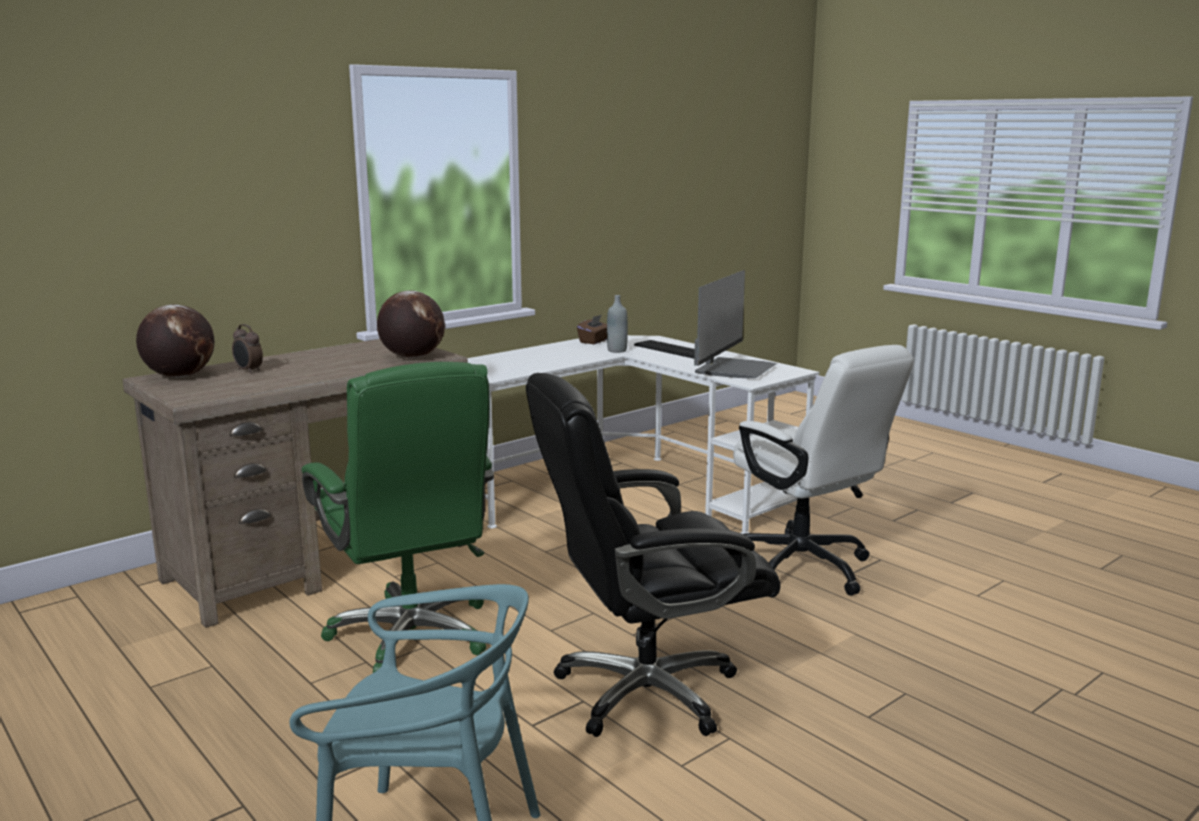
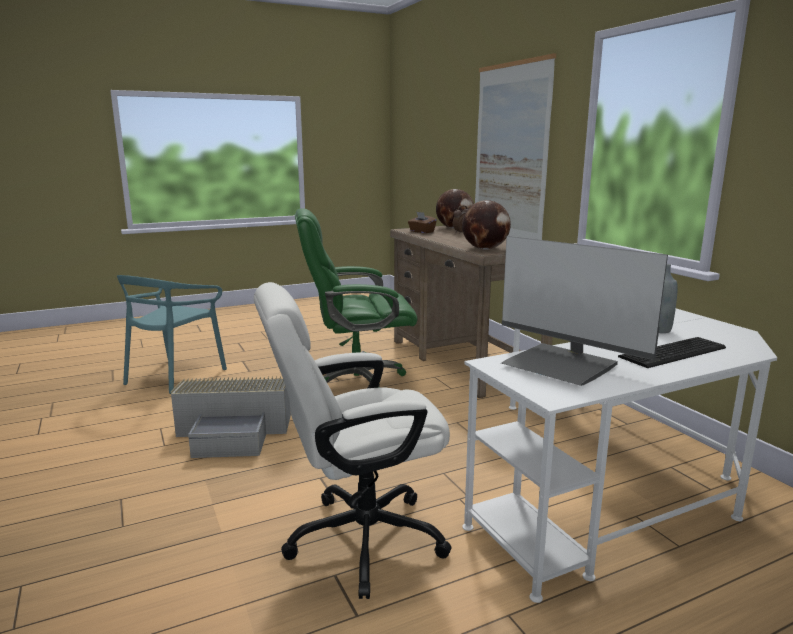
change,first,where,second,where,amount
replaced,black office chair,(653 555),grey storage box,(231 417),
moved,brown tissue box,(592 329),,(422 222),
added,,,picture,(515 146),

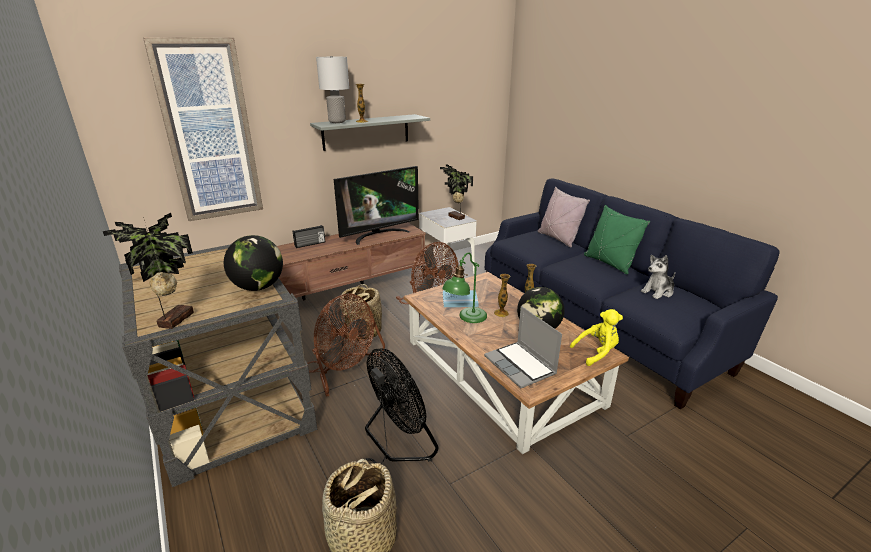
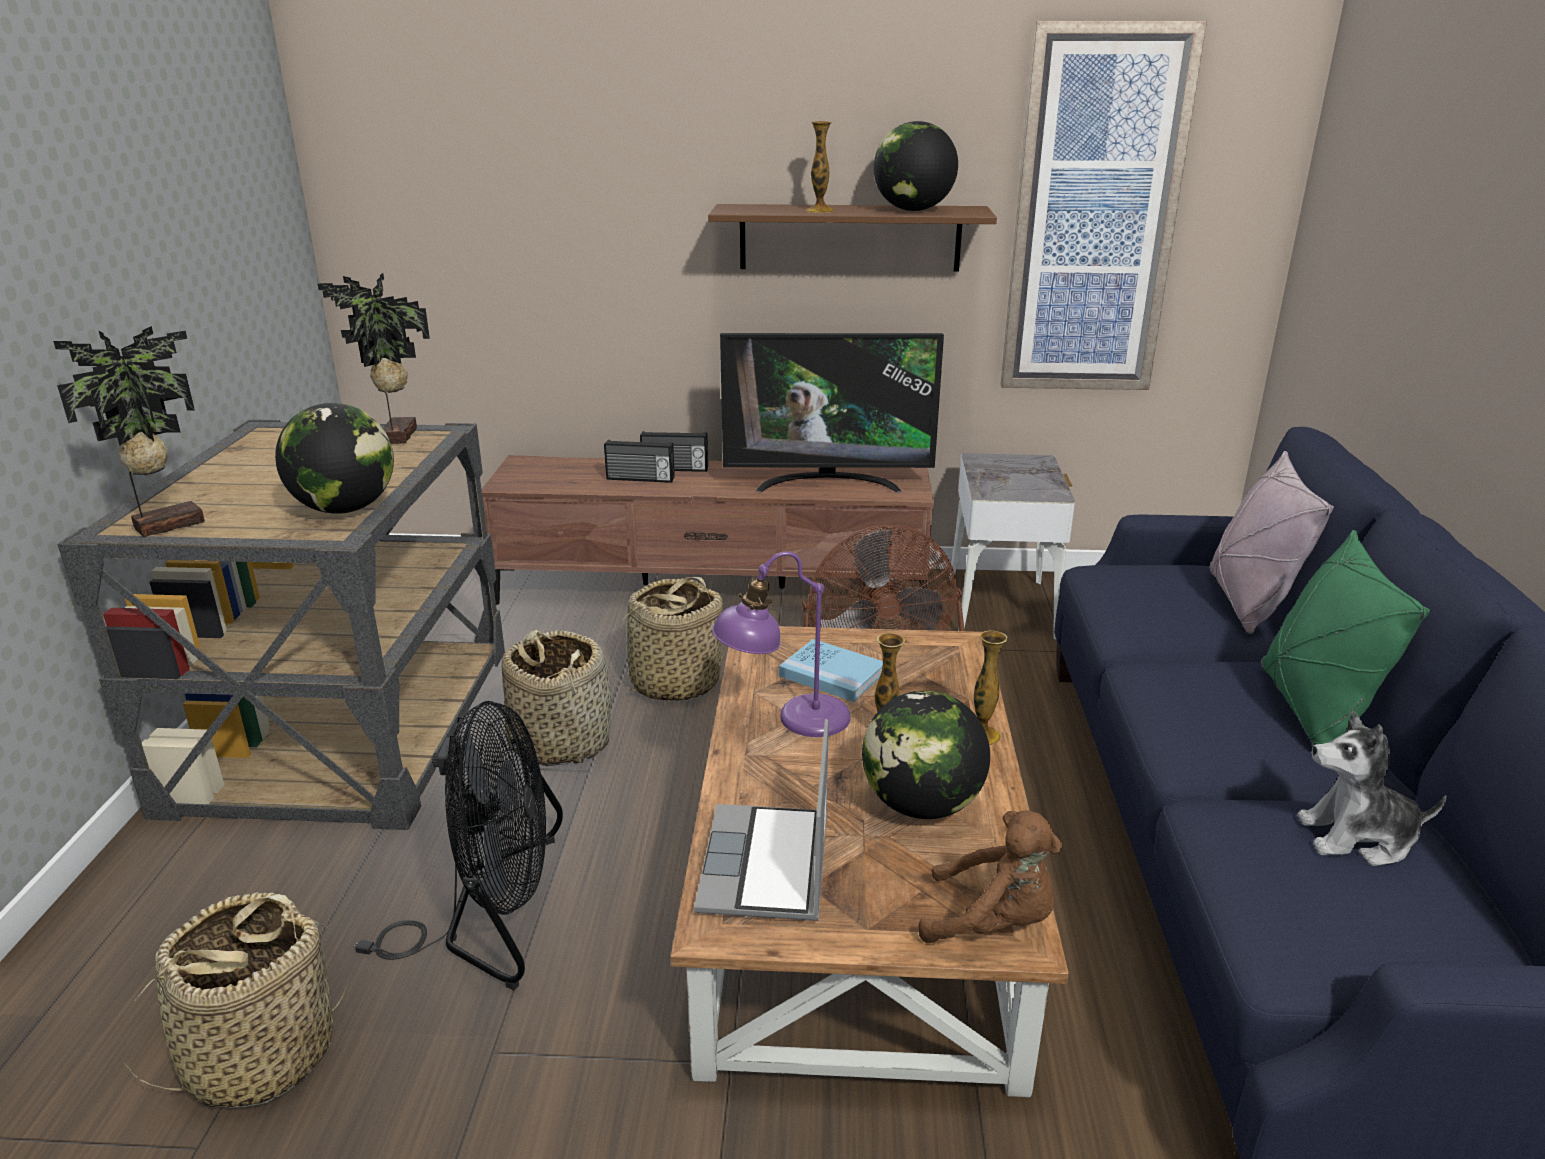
change,first,where,second,where,amount
moved,potted plant,(456 192),,(373 358),
replaced,brown fan,(346 345),basket,(556 698),
added,,,radio,(639 461),
recoloured,grey shelf,(370 132),brown shelf,(852 238),
recoloured,green table lamp,(464 287),purple table lamp,(781 644),
added,,,globe,(916 166),
recoloured,yellow plush toy,(596 337),brown plush toy,(990 876),
moved,picture,(203 129),,(1103 205),
removed,grey table lamp,(332 89),,,

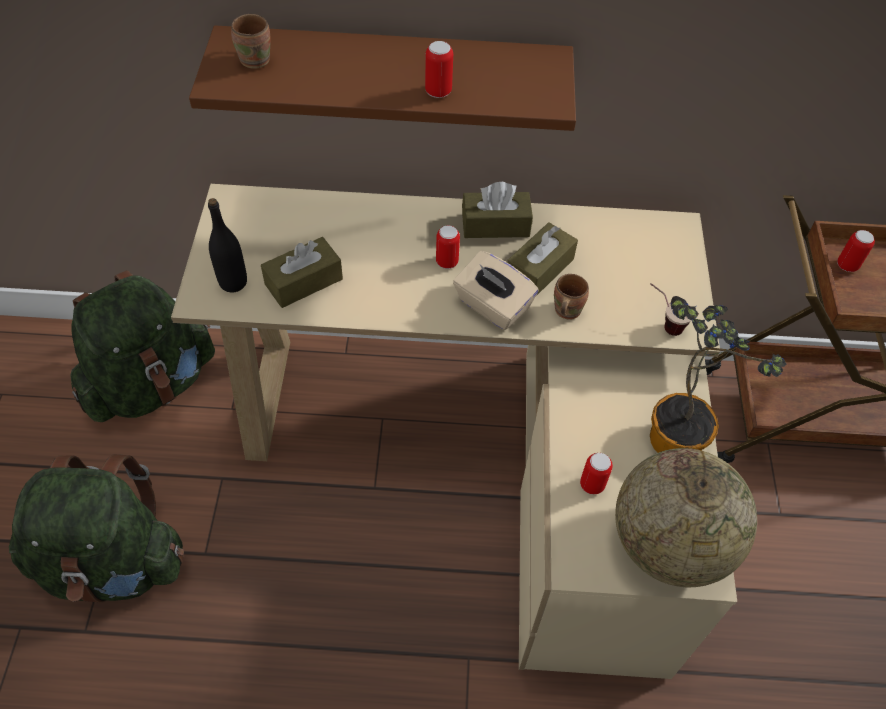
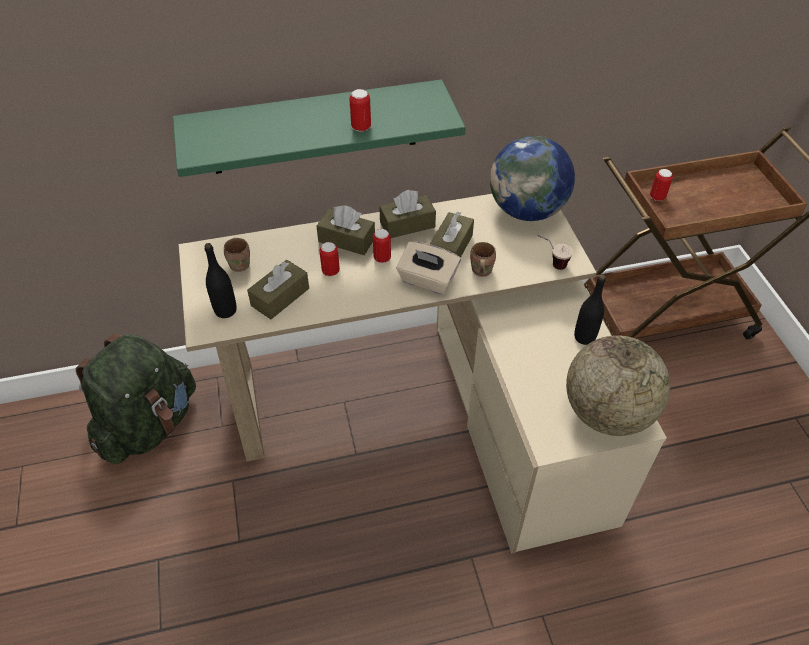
change,first,where,second,where,amount
recoloured,brown shelf,(382 78),green shelf,(319 128),
moved,brown mug,(251 41),,(237 255),
added,,,brown tissue box,(345 230),
moved,can,(596 473),,(329 259),
added,,,globe,(532 178),
replaced,potted plant,(718 374),black bottle,(589 309),
removed,green backpack,(96 528),,,

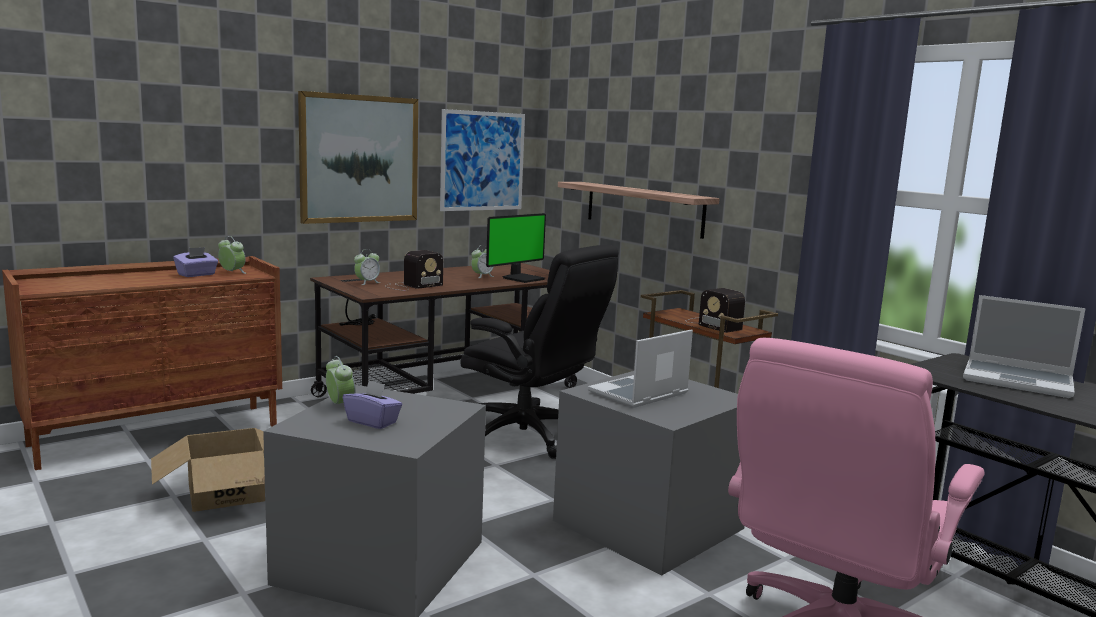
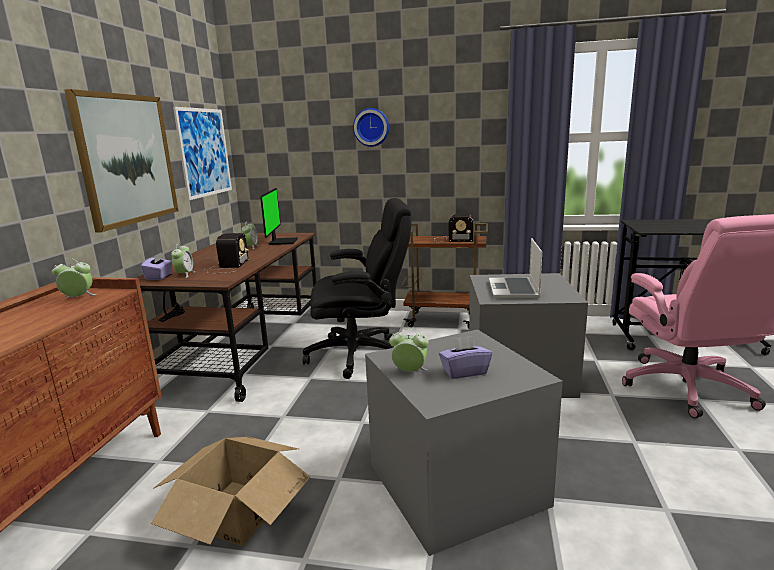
change,first,where,second,where,amount
moved,purple tissue box,(195 262),,(156 266),
added,,,wall clock,(371 127),
removed,shelf,(639 210),,,
removed,laptop,(1024 346),,,

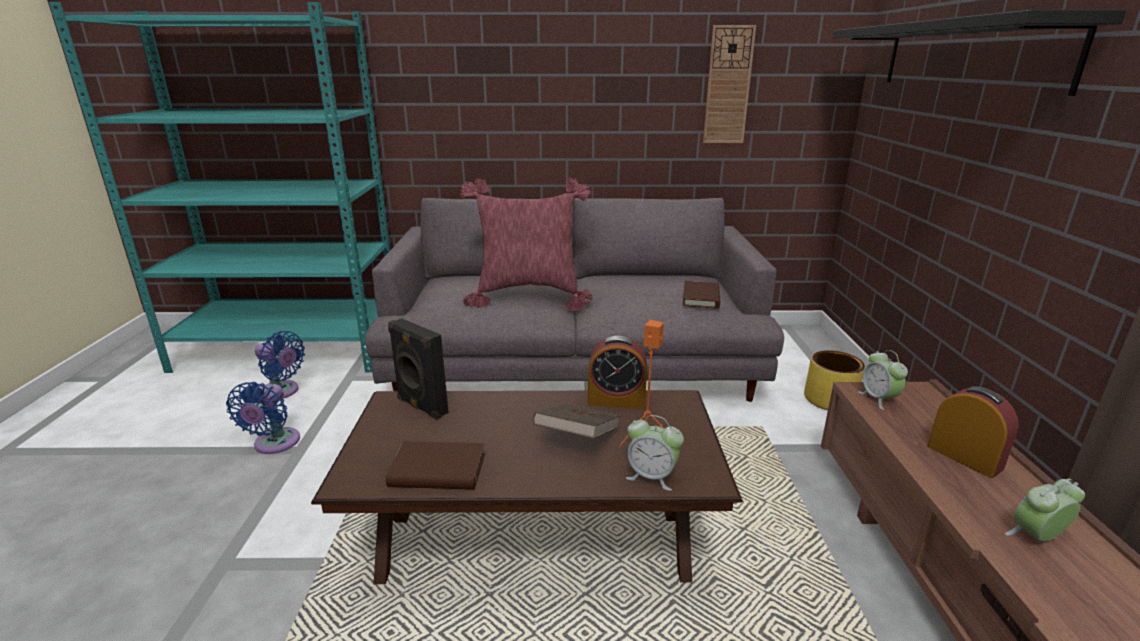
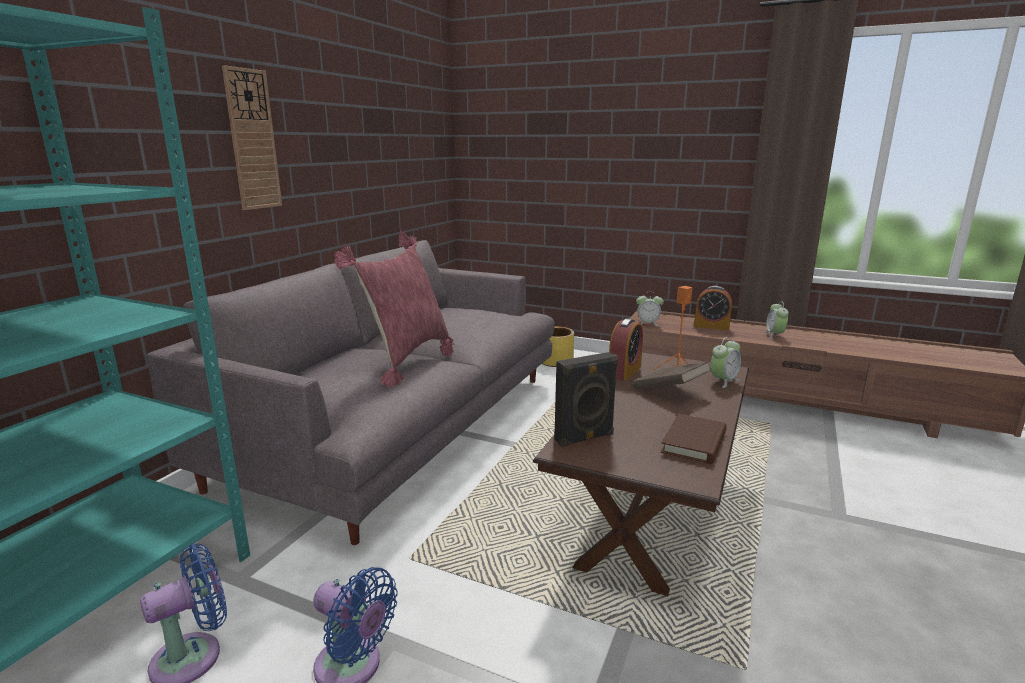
change,first,where,second,where,amount
moved,wall clock,(729 84),,(252 137),
turned,alarm clock,(973 432),,(713 308),150 degrees counterclockwise
removed,brown book,(701 295),,,
removed,black shelf,(979 53),,,

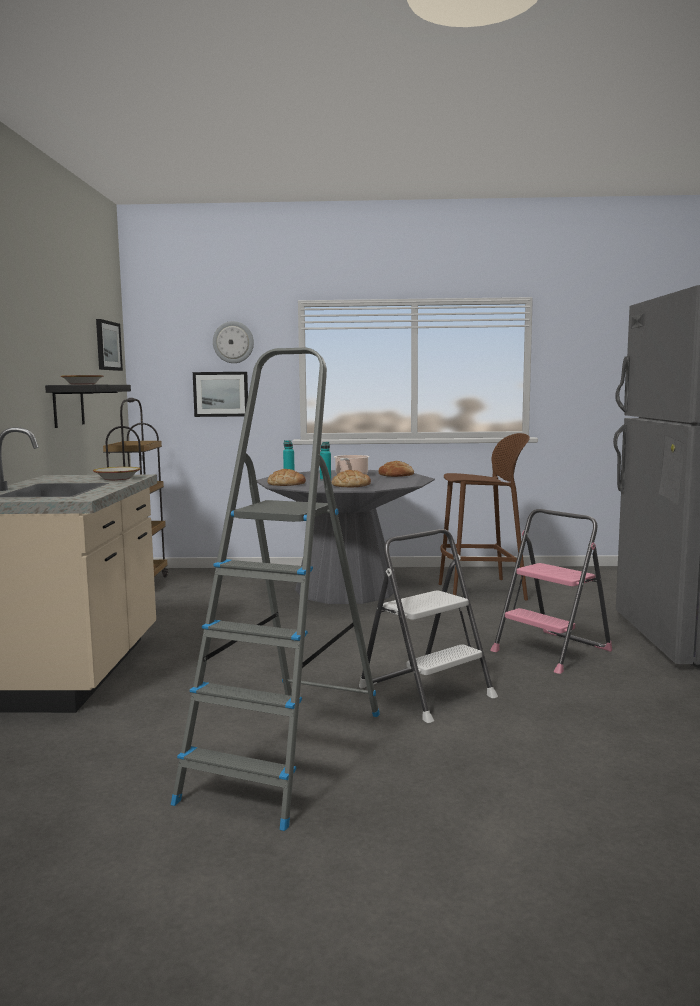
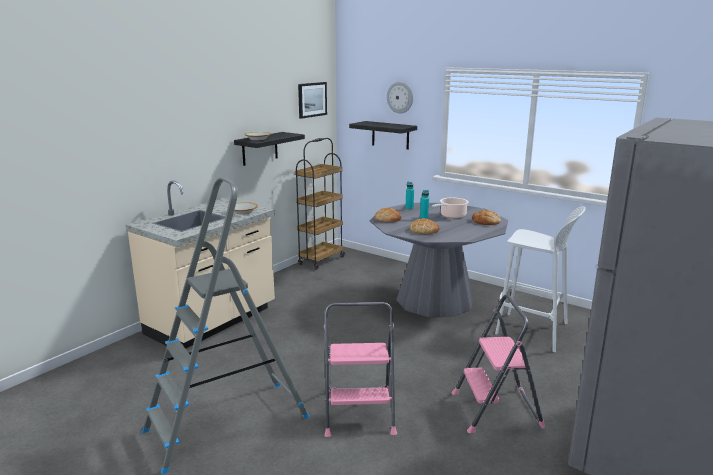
change,first,where,second,where,amount
recoloured,white step ladder,(428 626),pink step ladder,(360 369),
replaced,picture,(220 394),black shelf,(383 135),
recoloured,brown stool,(484 517),white stool,(540 279),

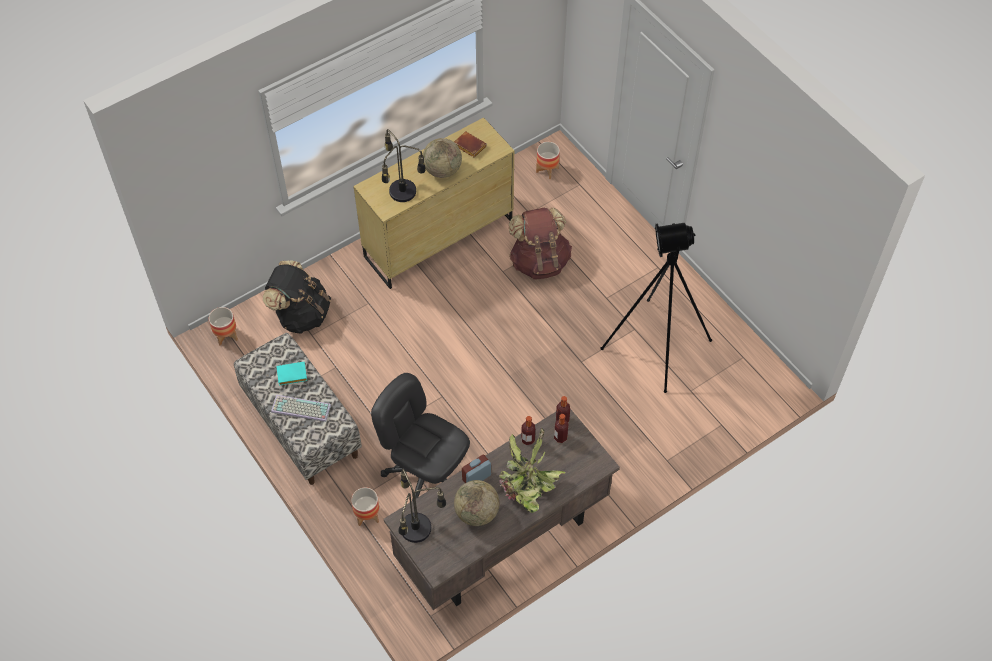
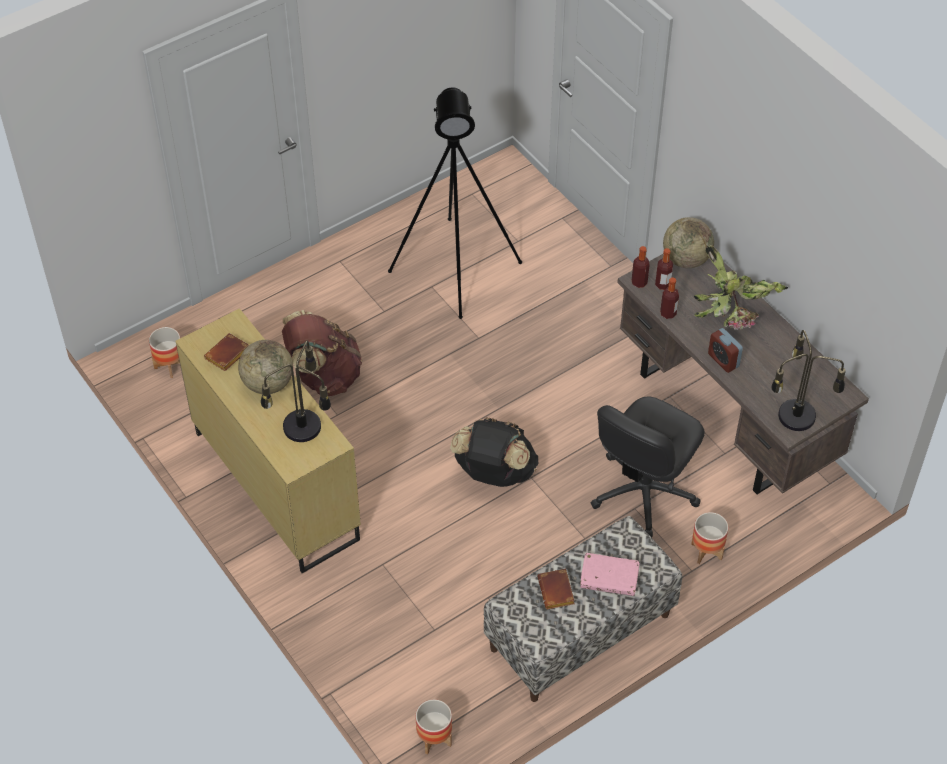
change,first,where,second,where,amount
moved,black backpack,(297 297),,(494 452),
recoloured,turquoise book,(291 374),brown book,(556 588),
replaced,keyboard,(301 408),pink book,(610 574),
moved,globe,(477 503),,(688 242),

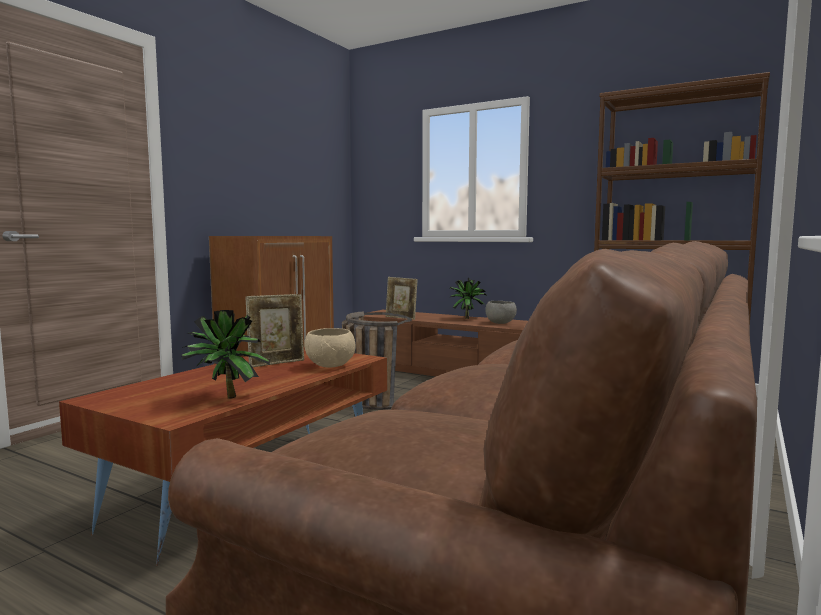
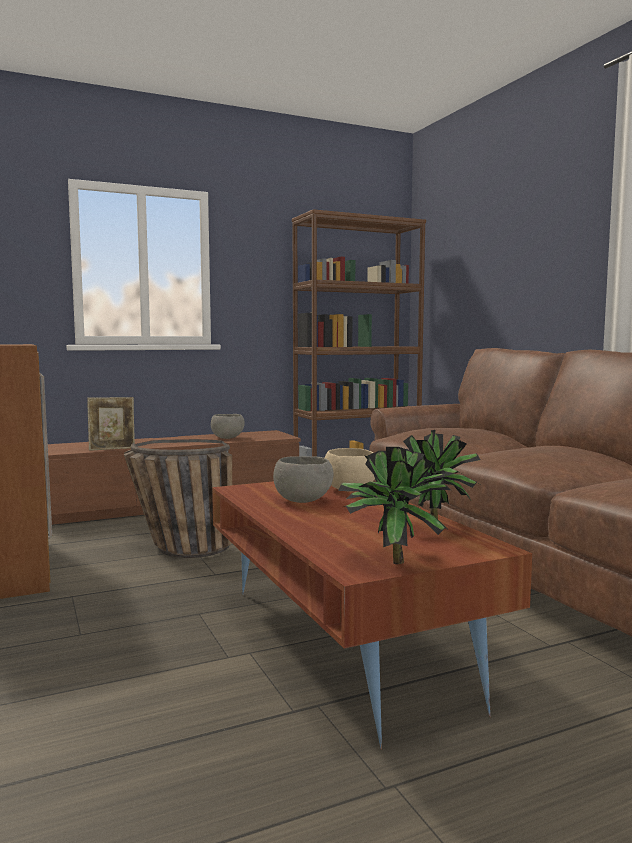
change,first,where,second,where,amount
replaced,picture frame,(275 330),grey bowl,(303 479),
moved,potted plant,(467 298),,(394 505),

